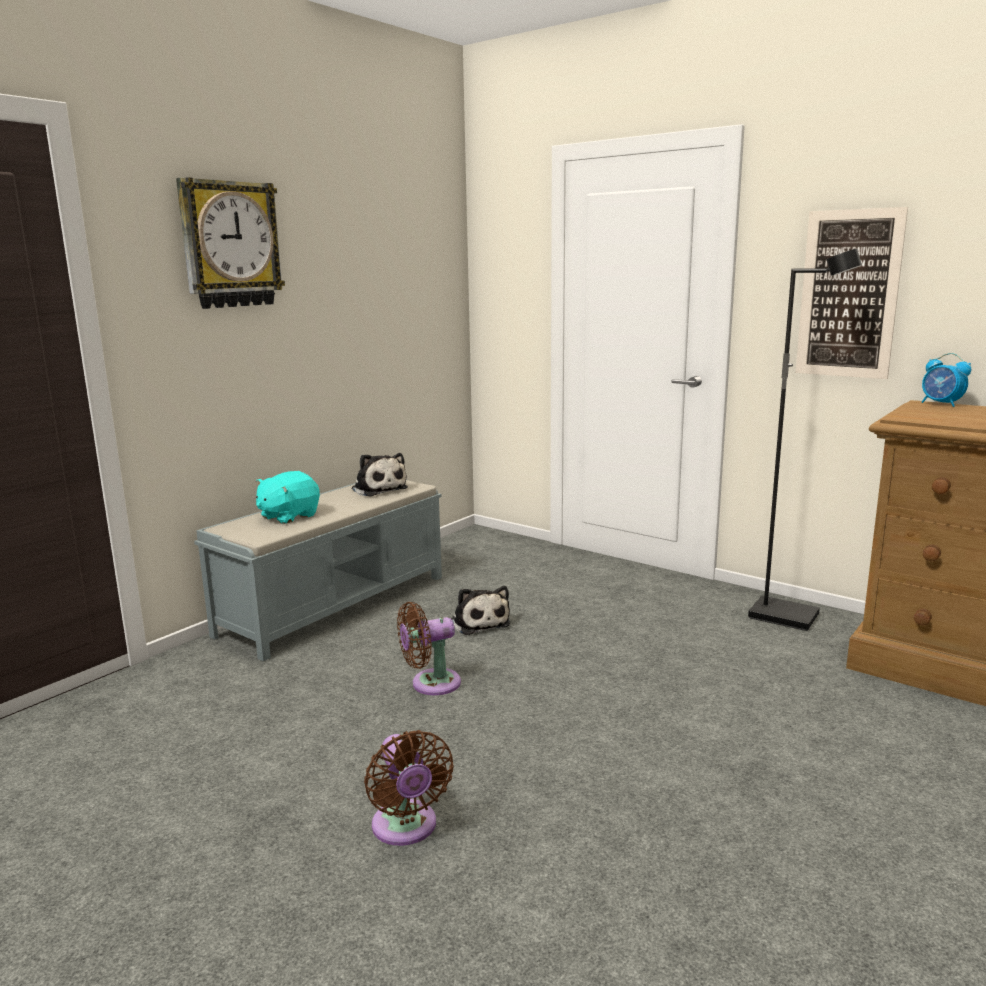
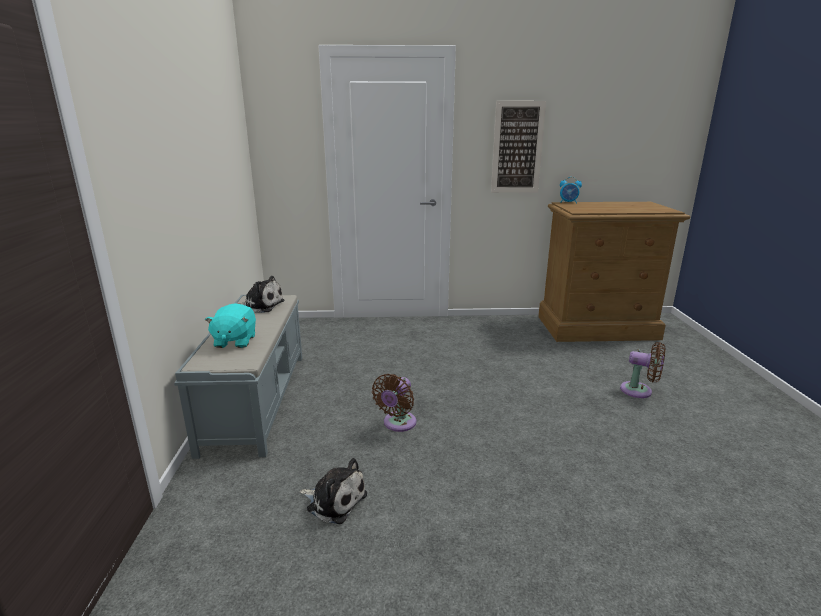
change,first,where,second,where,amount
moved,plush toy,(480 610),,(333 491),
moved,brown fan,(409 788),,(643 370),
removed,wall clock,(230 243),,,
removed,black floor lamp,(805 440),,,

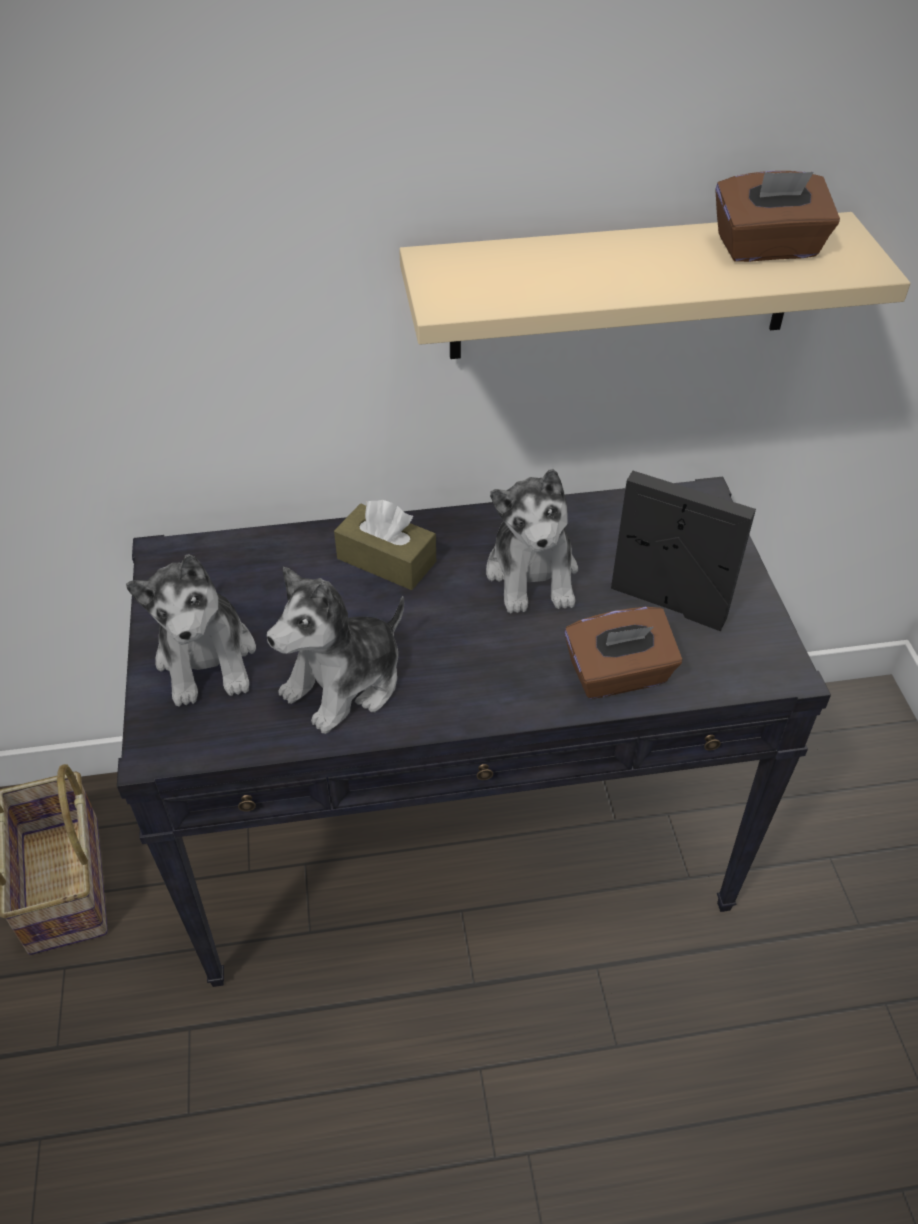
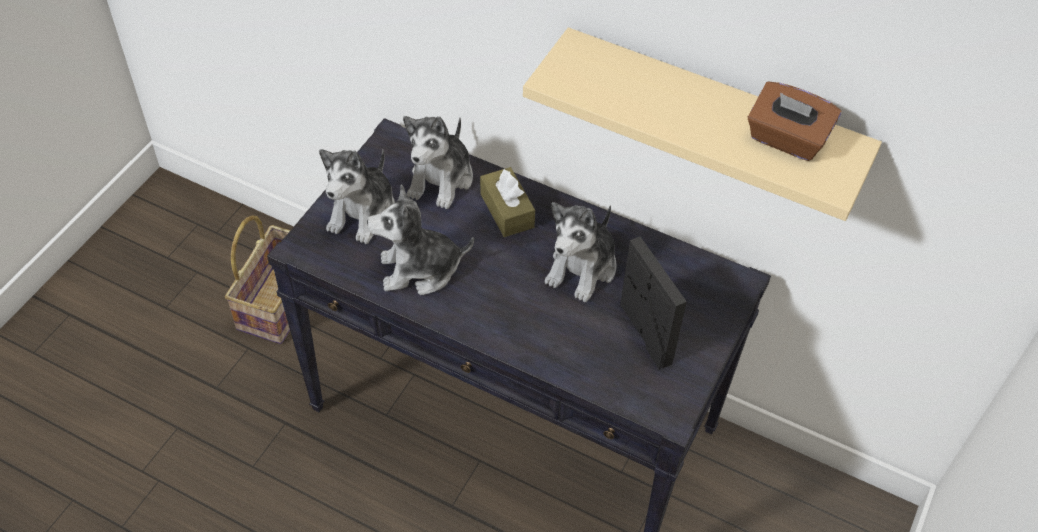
change,first,where,second,where,amount
added,,,plush toy,(438 162),
removed,brown tissue box,(623 653),,,

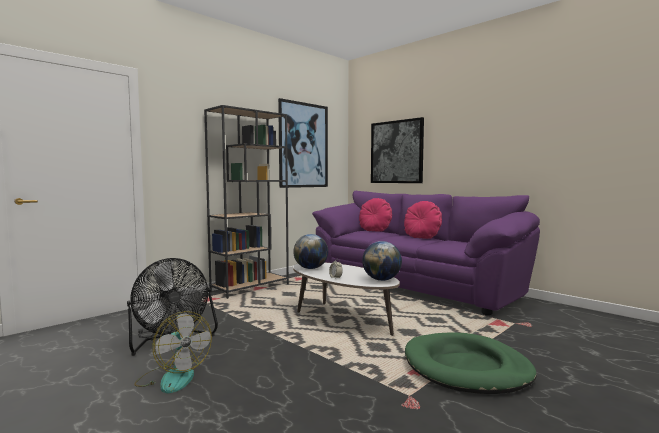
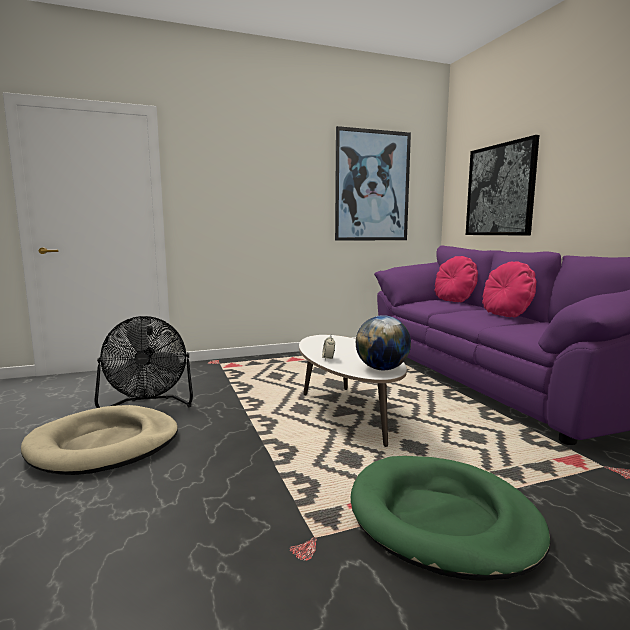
change,first,where,second,where,amount
replaced,fan,(173 352),beige dog bed,(99 440),
removed,bookcase,(246 202),,,
removed,globe,(310 251),,,

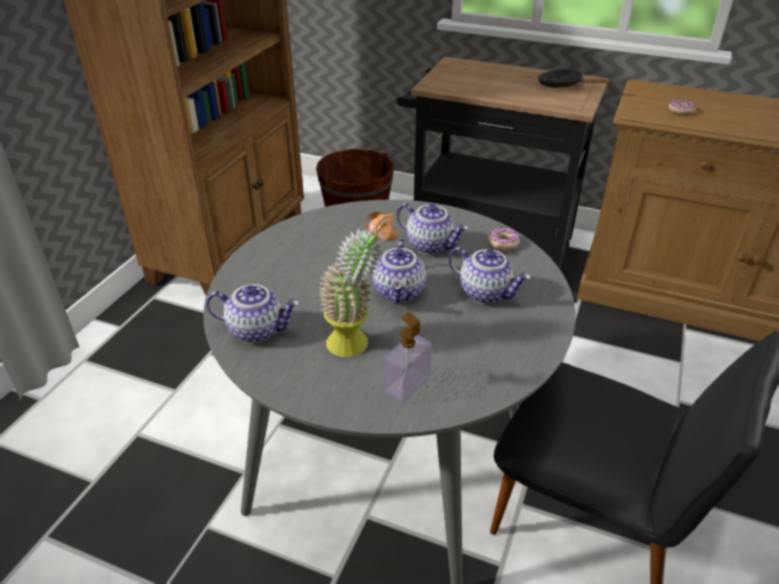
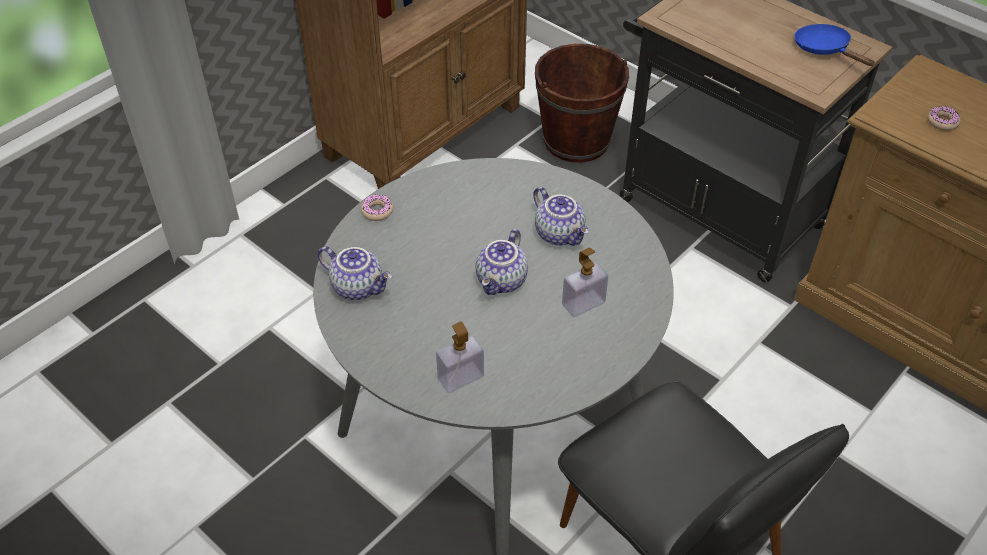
change,first,where,second,where,amount
moved,donut,(504 238),,(377 208),
replaced,teapot,(489 275),soap dispenser,(585 282),
recoloured,black frying pan,(576 78),blue frying pan,(834 45),
removed,potted plant,(358 284),,,

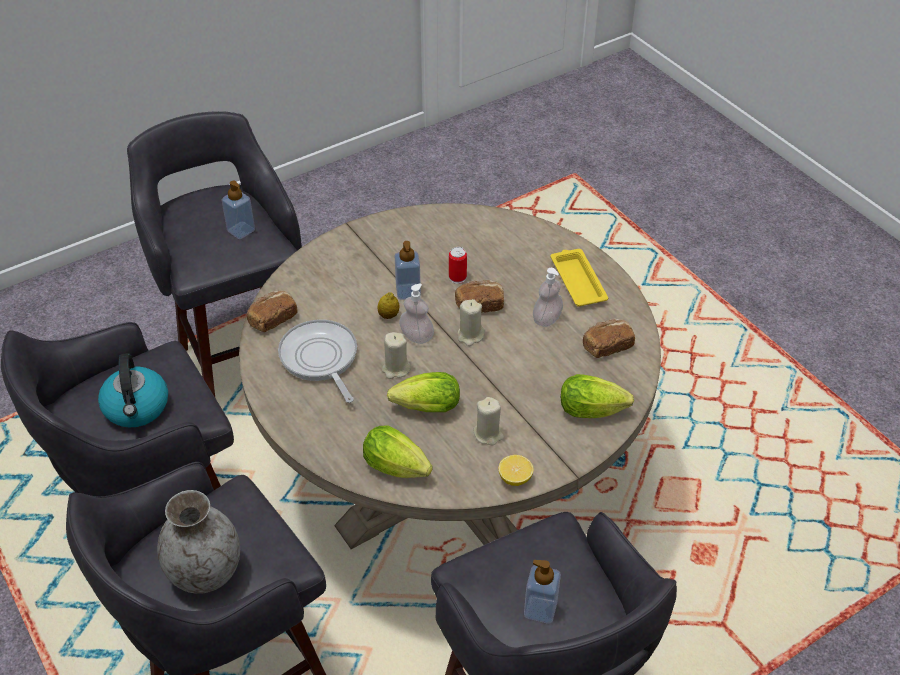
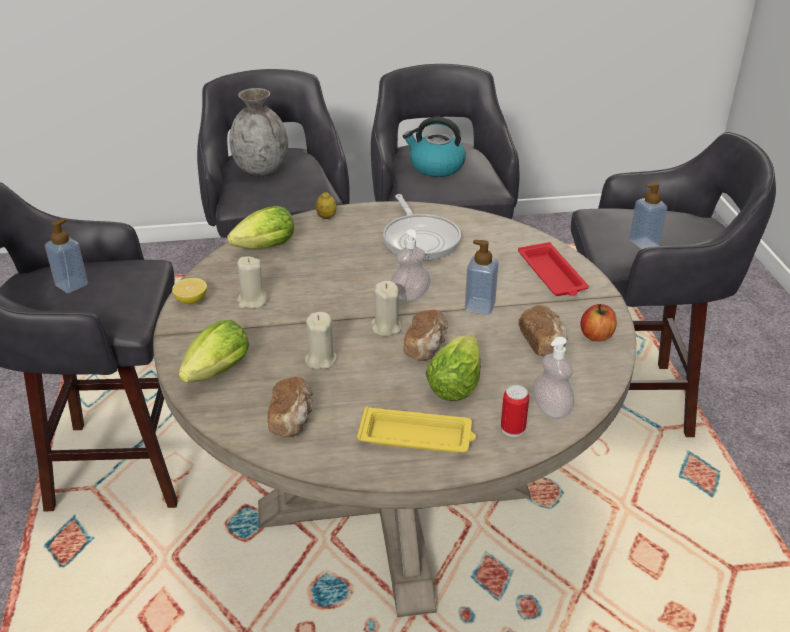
change,first,where,second,where,amount
moved,beige candle,(396 355),,(321 341),
moved,lemon,(388 305),,(326 205),
turned,frying pan,(317 361),,(422 227),75 degrees clockwise
moved,lettuce,(423 392),,(453 368),
moved,can,(458 265),,(515 411),
added,,,red tray,(553 269),
moved,bread,(272 311),,(543 331),
moved,soap dispenser,(548 297),,(553 378),
added,,,apple,(598 323),

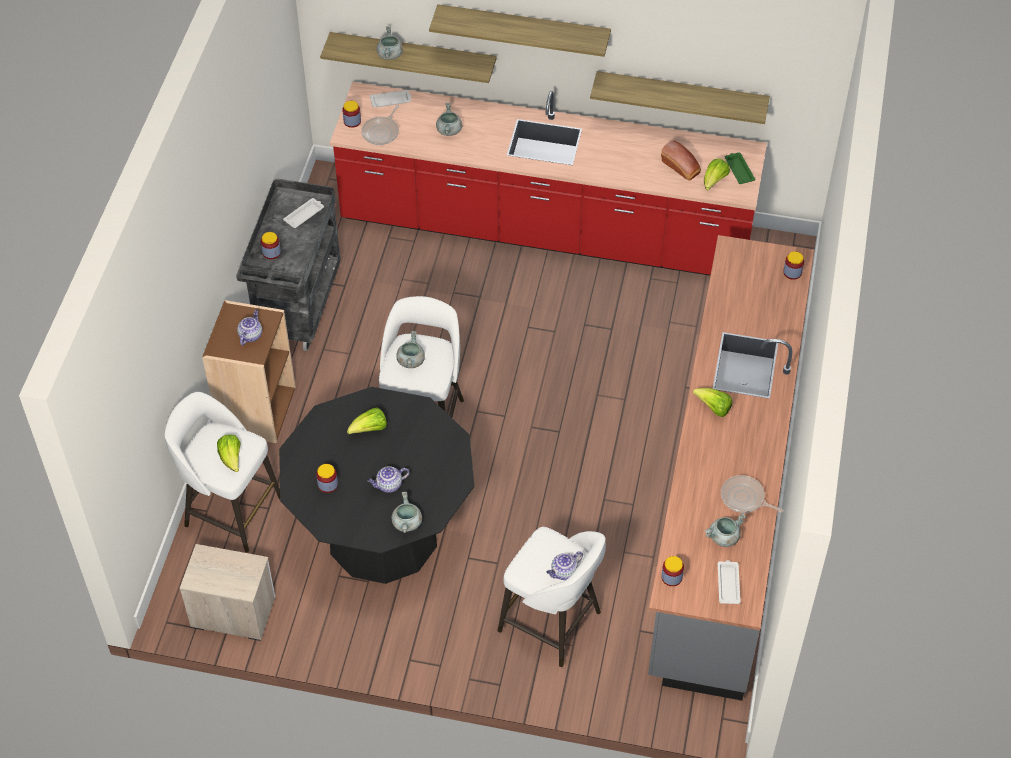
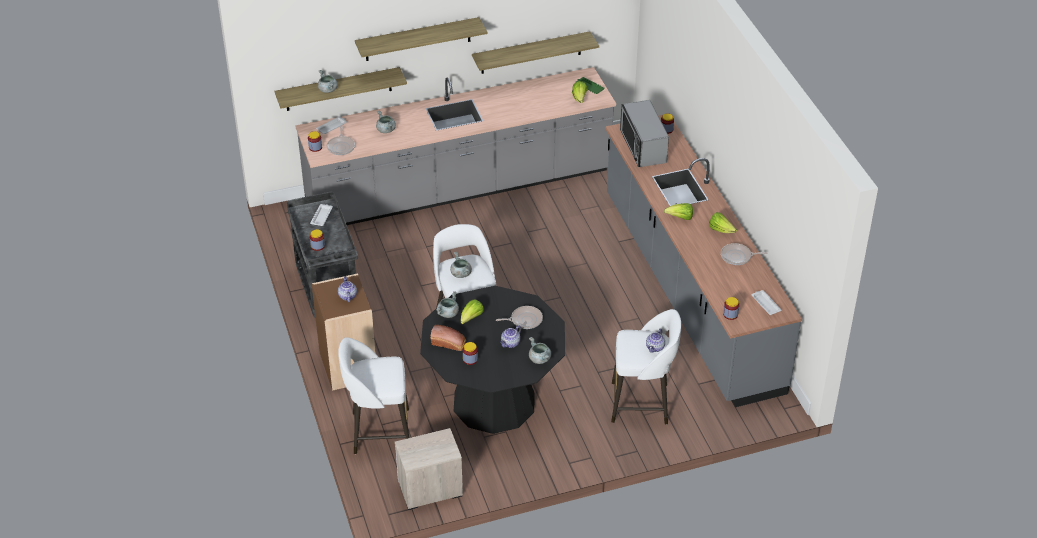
change,first,where,second,where,amount
recoloured,red counter,(548 179),grey counter,(455 146),
moved,bread,(681 161),,(448 338),
moved,grey cooking pot,(725 530),,(447 304),
added,,,frying pan,(519 317),
added,,,microwave,(644 133),
moved,lettuce,(229 453),,(723 222),

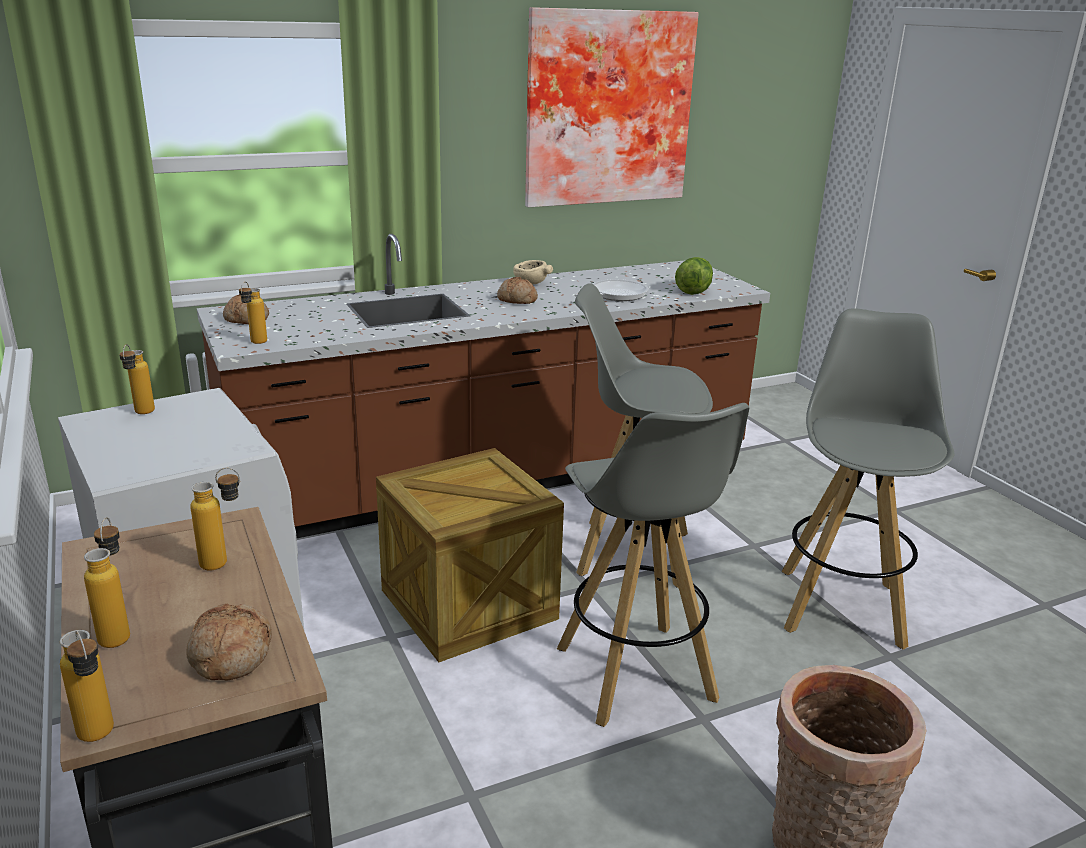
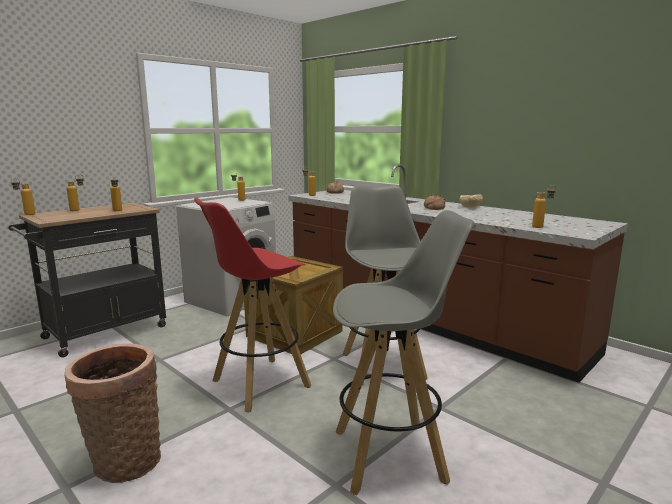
change,first,where,second,where,amount
recoloured,grey stool,(653 565),red stool,(252 304),
replaced,lettuce,(694 276),bottle,(544 206),
removed,bread,(229 642),,,
removed,picture,(612 107),,,
removed,frying pan,(611 290),,,

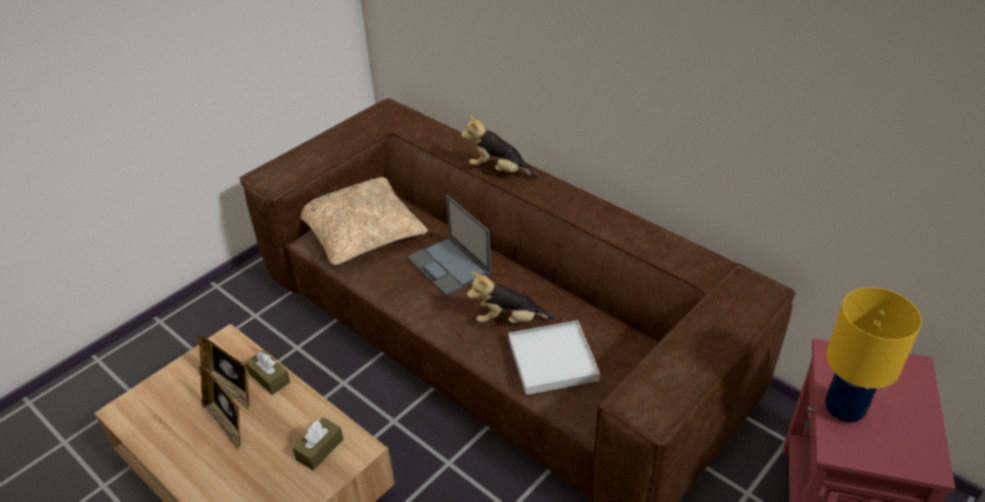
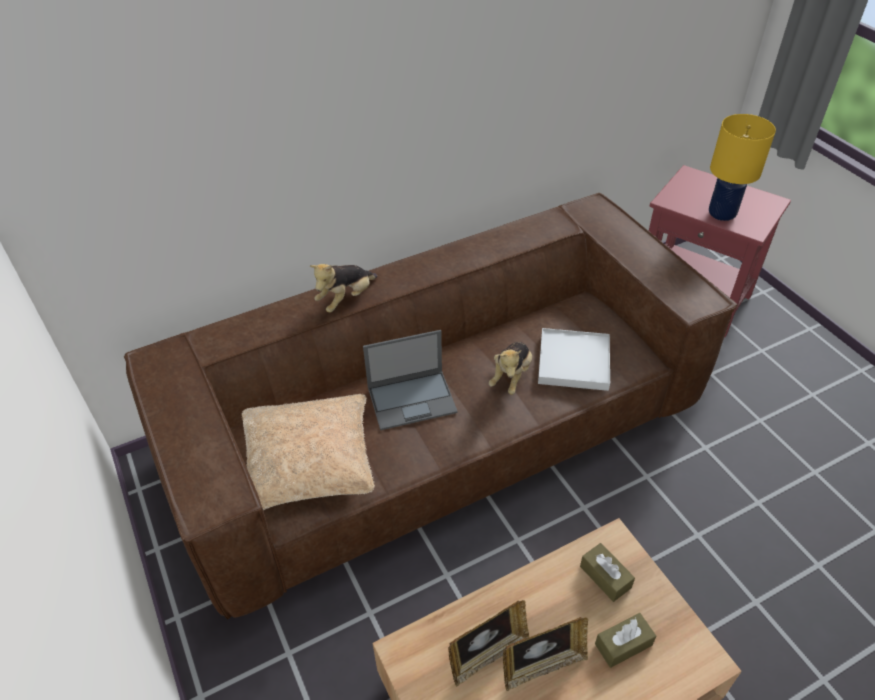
change,first,where,second,where,amount
moved,brown tissue box,(267 372),,(625 640),

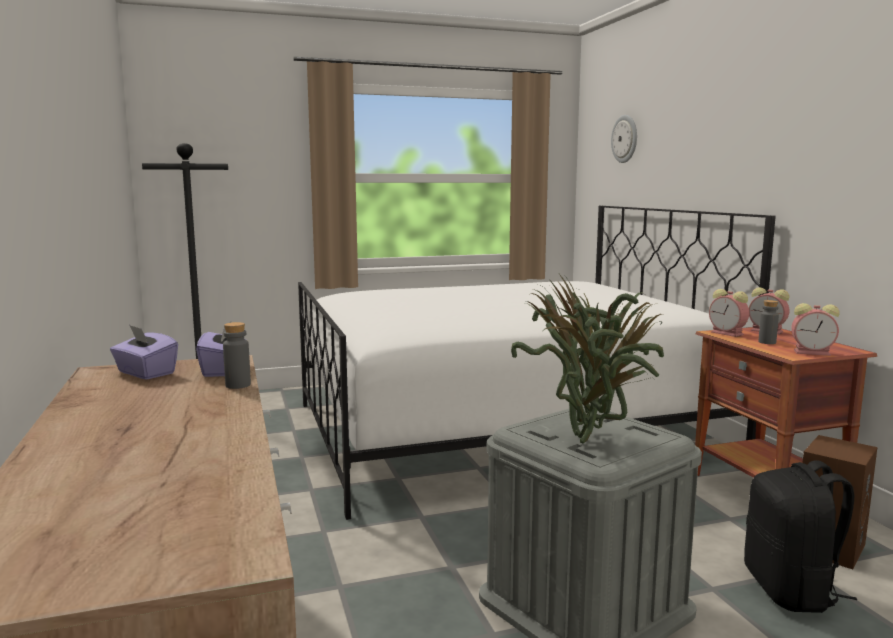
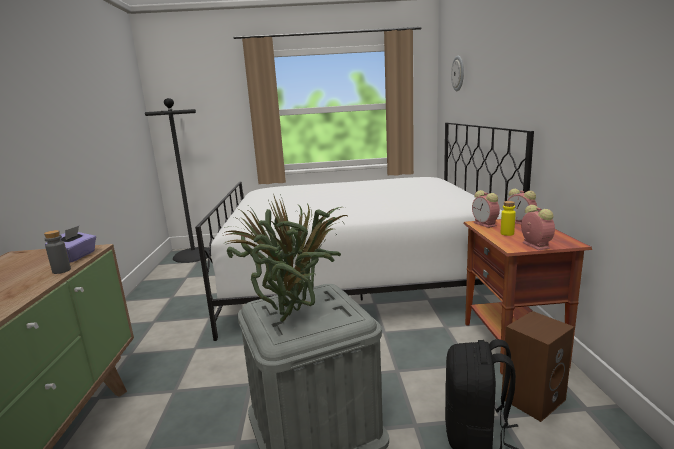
change,first,where,second,where,amount
recoloured,grey bottle,(768 322),yellow bottle,(508 218),
turned,alarm clock,(815 329),,(538 227),135 degrees counterclockwise
removed,purple tissue box,(144 352),,,

